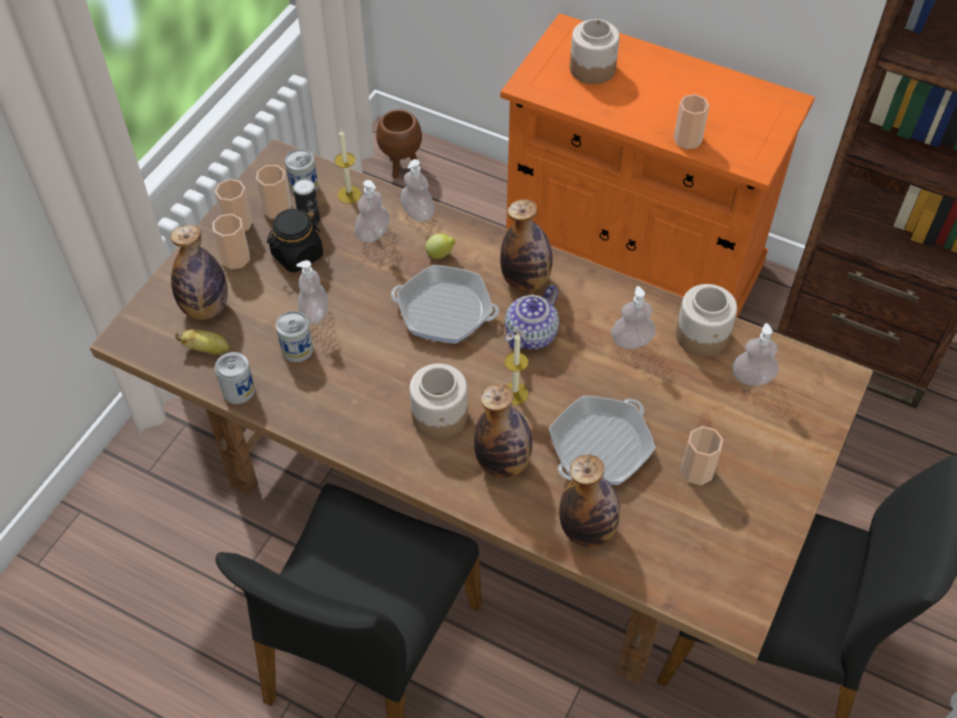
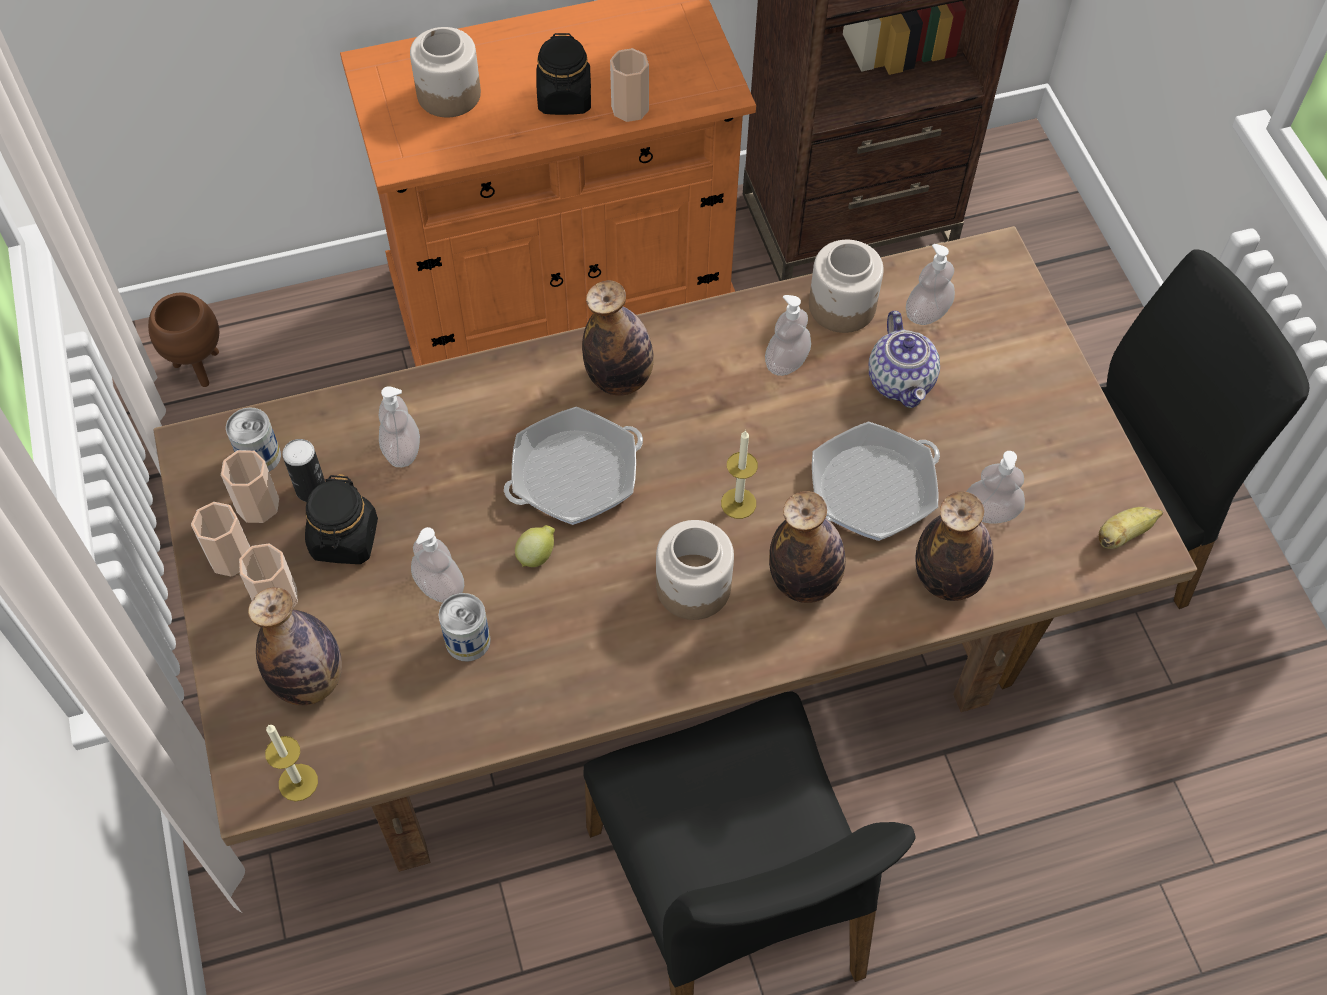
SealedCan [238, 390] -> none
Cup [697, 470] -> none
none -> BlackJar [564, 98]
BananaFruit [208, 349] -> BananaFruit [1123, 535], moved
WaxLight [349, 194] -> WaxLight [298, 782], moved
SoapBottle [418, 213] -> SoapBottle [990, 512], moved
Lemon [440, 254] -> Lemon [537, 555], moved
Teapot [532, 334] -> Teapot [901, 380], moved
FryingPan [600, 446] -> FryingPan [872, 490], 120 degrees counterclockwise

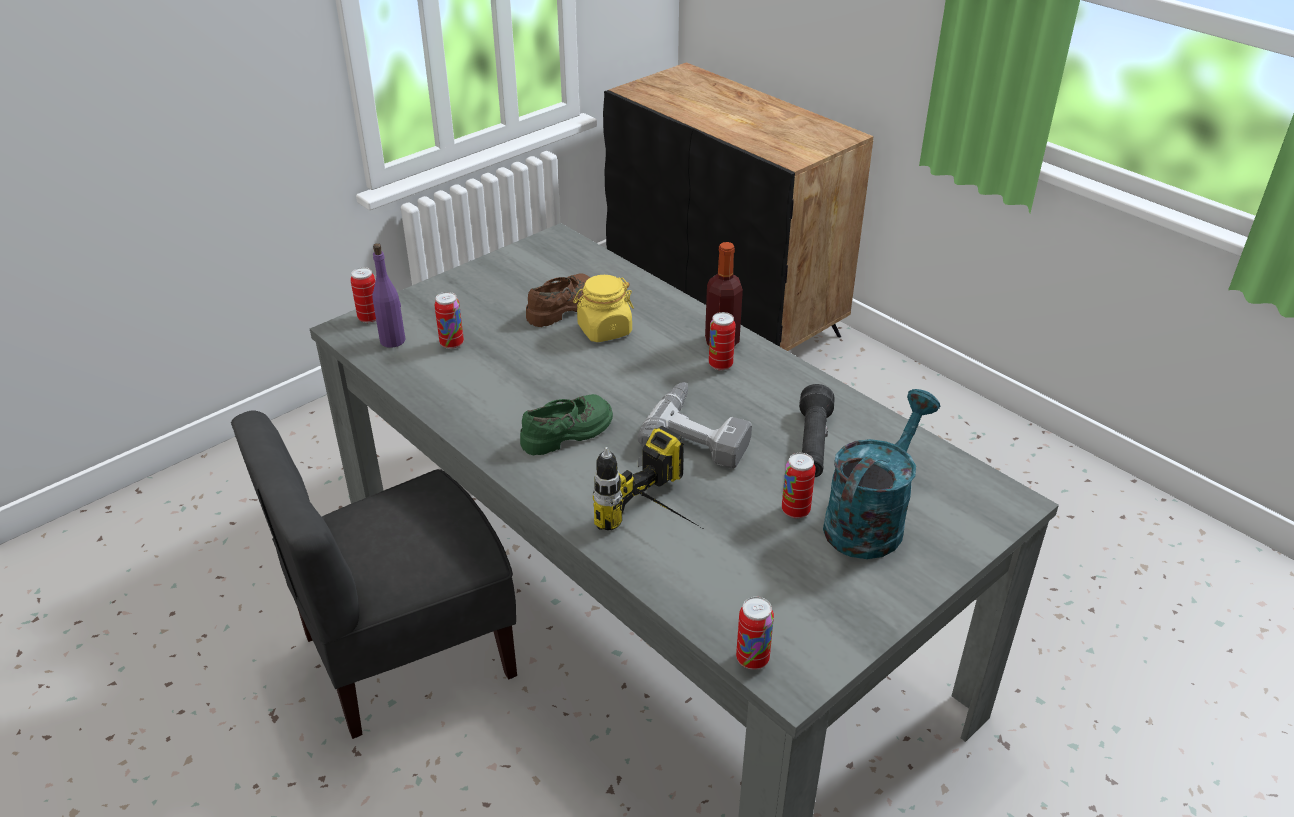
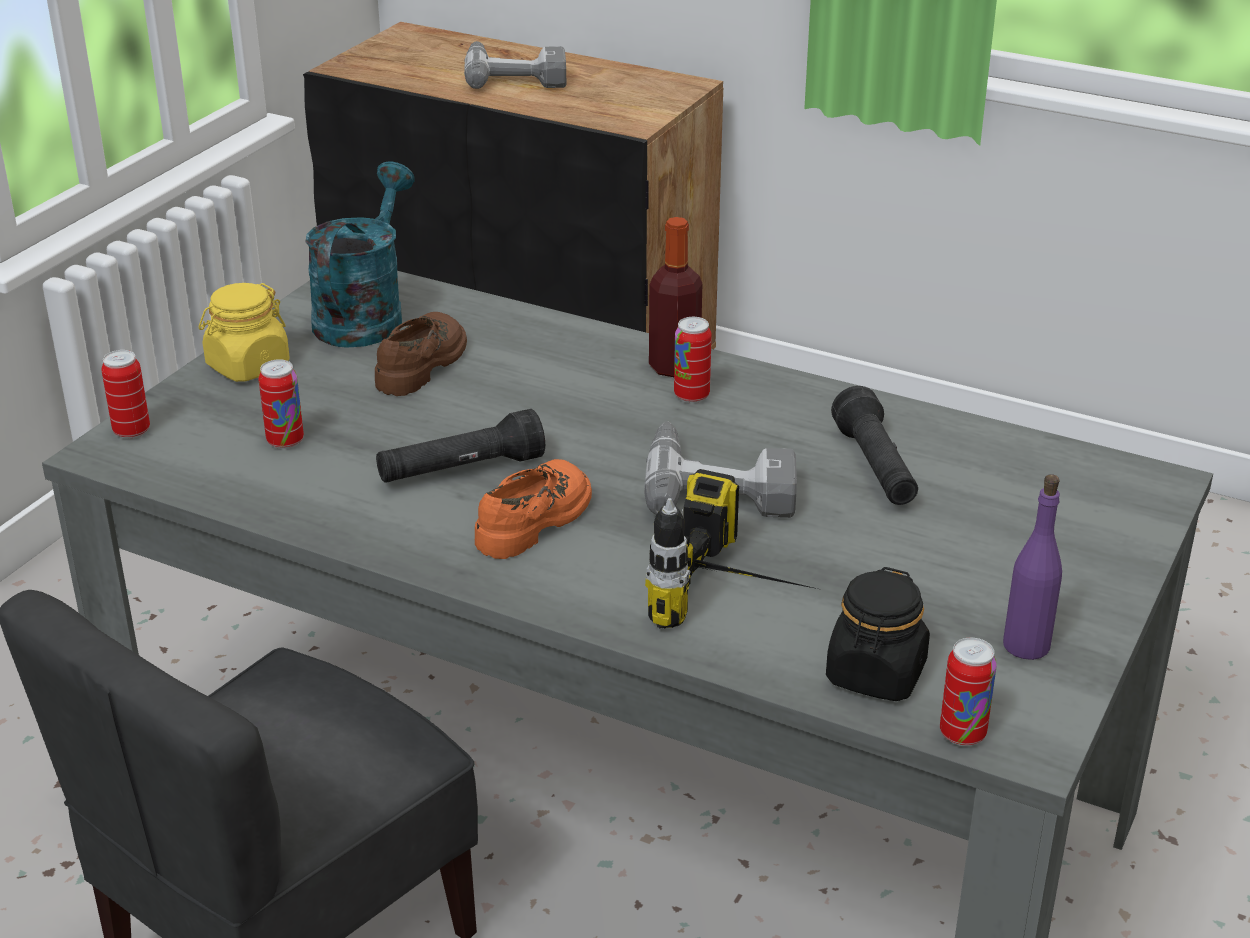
SealedCan [795, 511] -> none
none -> BlackTorch [461, 470]
none -> ElectricDrill [515, 74]
none -> BlackJar [875, 674]
PurpleBeverageBottle [393, 340] -> PurpleBeverageBottle [1026, 645], moved
YellowishJar [604, 330] -> YellowishJar [247, 366], moved
TurquoiseWateringCan [870, 519] -> TurquoiseWateringCan [364, 315], moved
GreenLowShoe [568, 432] -> OrangeLowShoe [535, 520]

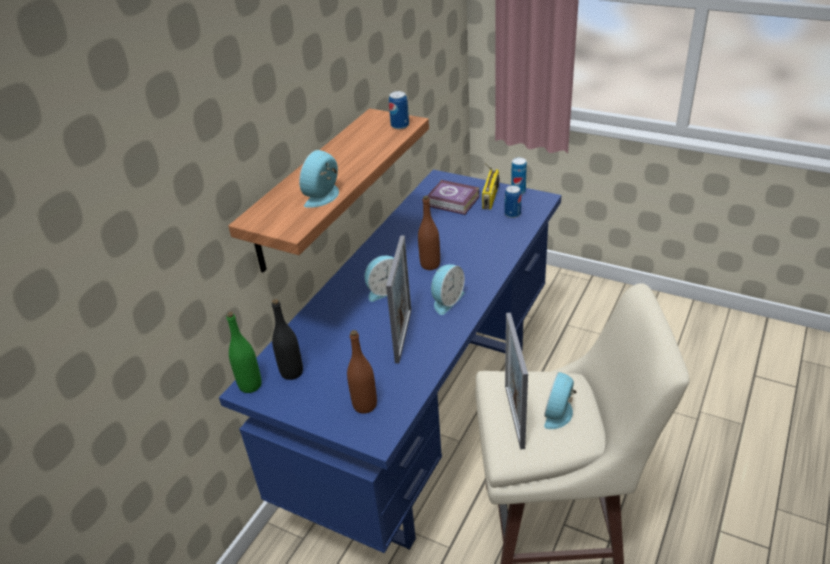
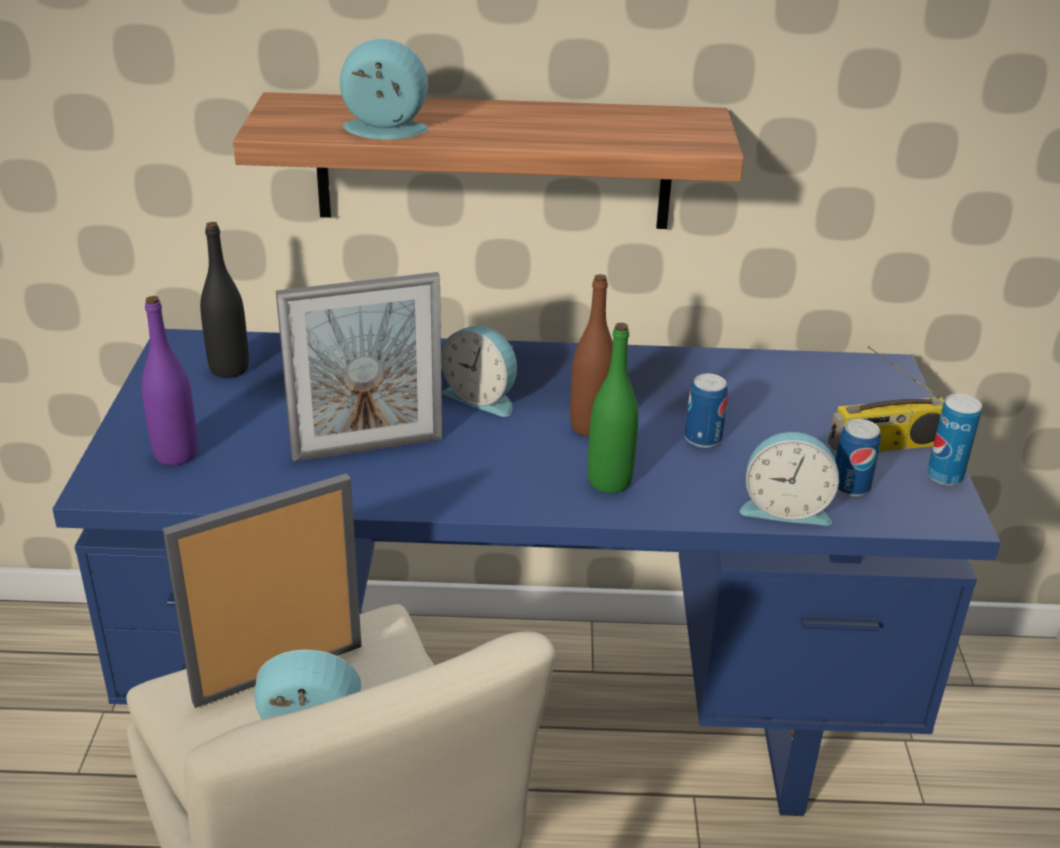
Volume [453, 202] -> none
GreenBeverageBottle [250, 385] -> GreenBeverageBottle [609, 481], moved
SealedCan [400, 125] -> SealedCan [703, 439], moved
AlarmClock [446, 300] -> AlarmClock [785, 508], moved
BrownishBeverageBottle [365, 405] -> PurpleBeverageBottle [176, 454]

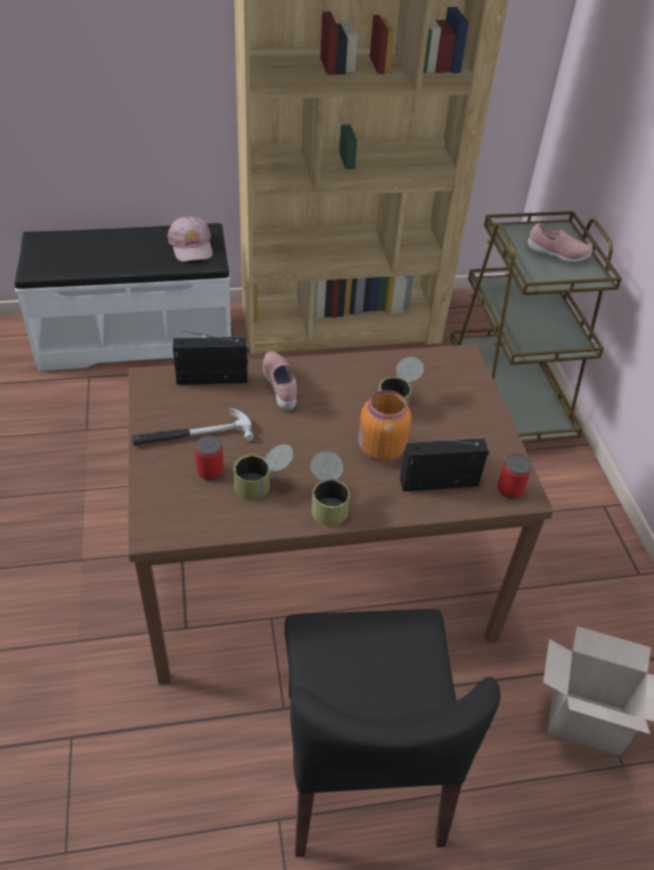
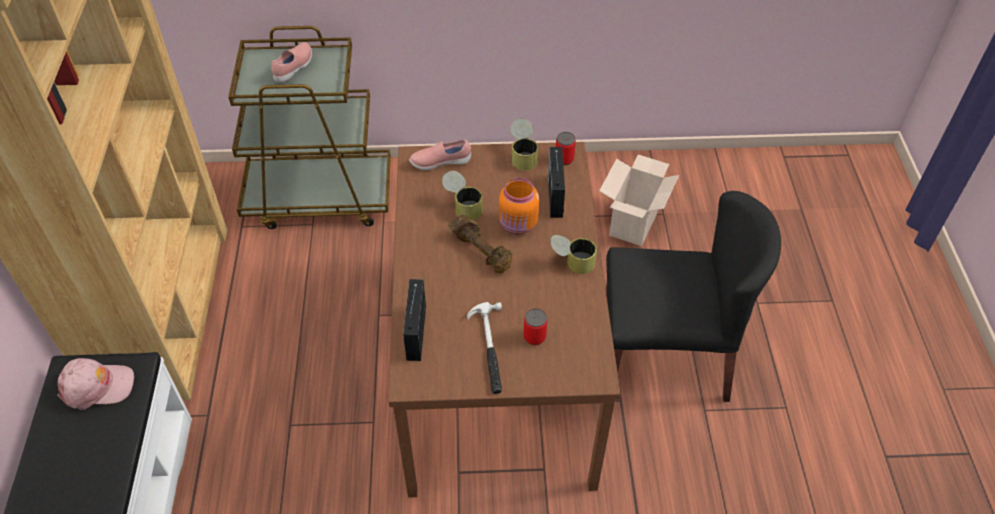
none -> BrownishFreeWeight [482, 251]
SealedCan [263, 484] -> SealedCan [523, 155], moved
PinkColouredLowShoe [281, 387] -> PinkColouredLowShoe [440, 162], moved

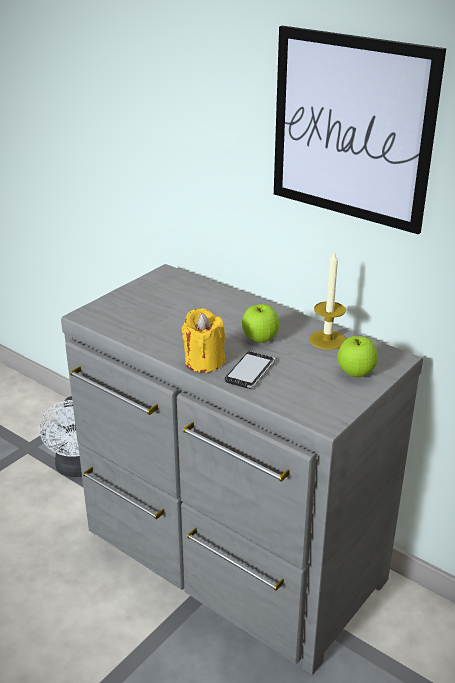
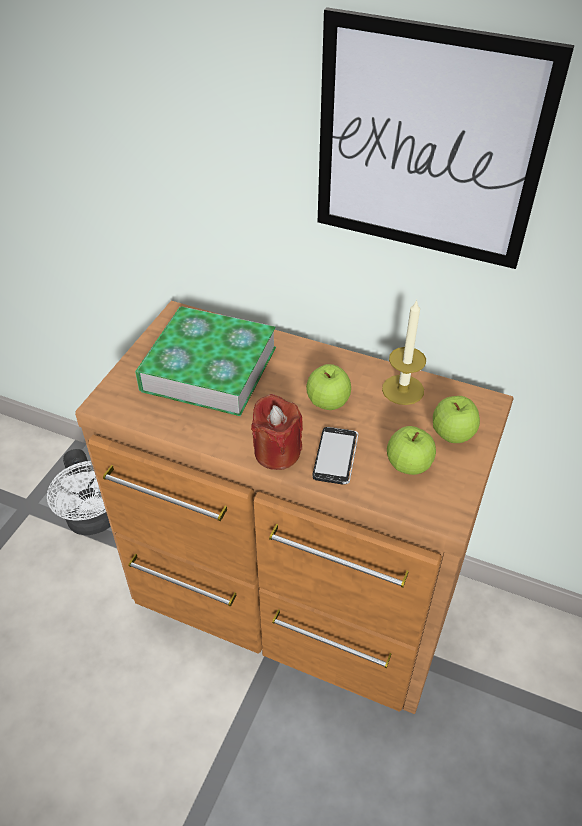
none -> Volume [209, 368]
none -> Apple [408, 466]
GreyishChestOfDrawers [230, 559] -> BrownishChestOfDrawers [293, 599]
YellowishWaxLight [204, 362] -> RedWaxLight [277, 452]

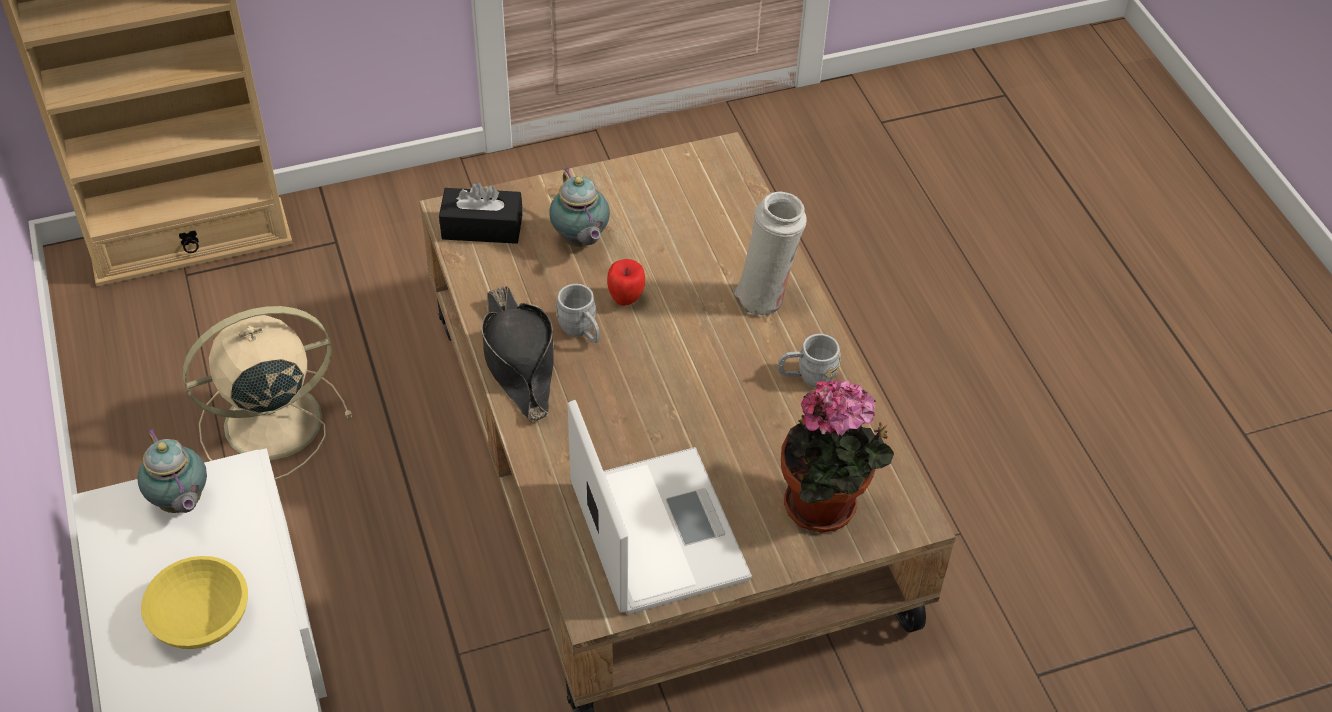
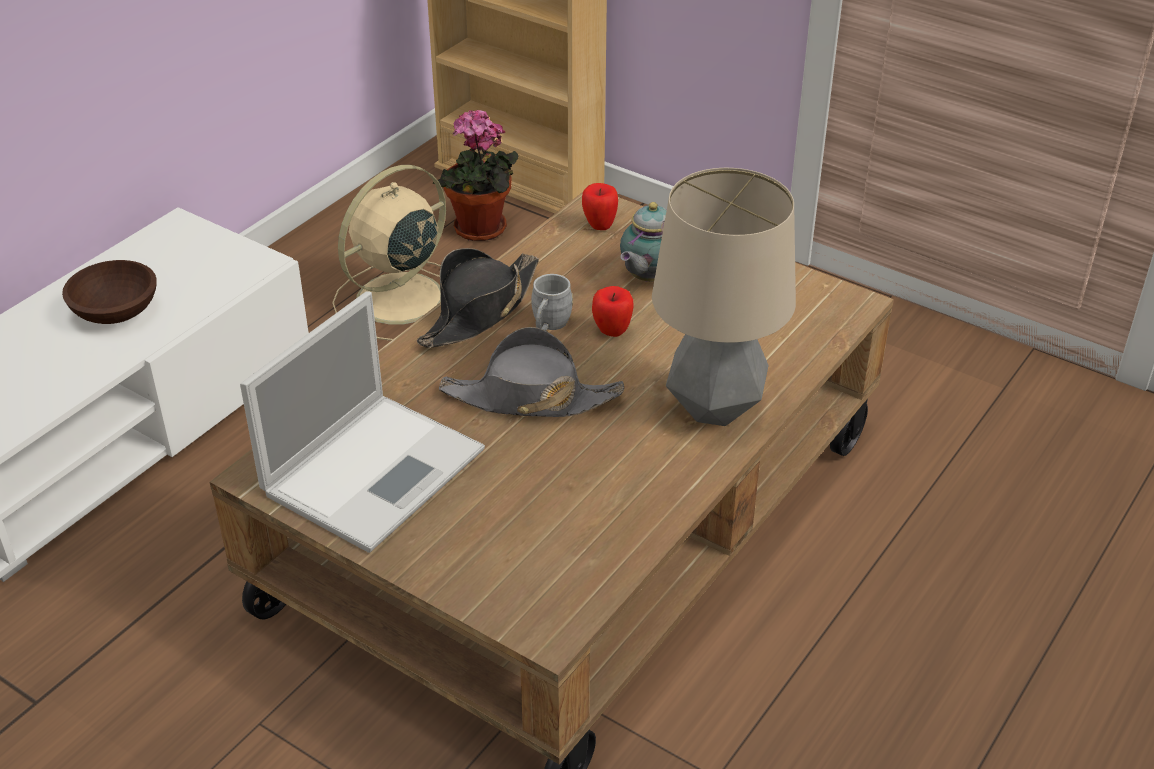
Teapot [181, 503] -> none
GreyishMug [807, 376] -> none
none -> GreyishClothingHat [530, 398]
PlantInAPot [826, 508] -> PlantInAPot [480, 231], moved
BlackBoxOfTissues [482, 227] -> Apple [599, 226]
WhitishDecorativeVase [765, 297] -> TabletopLamp [714, 407]
YellowishServingBowl [200, 620] -> BrownishServingBowl [114, 312]
BeigeCoolingFan [268, 423] -> BeigeCoolingFan [396, 300], 75 degrees counterclockwise

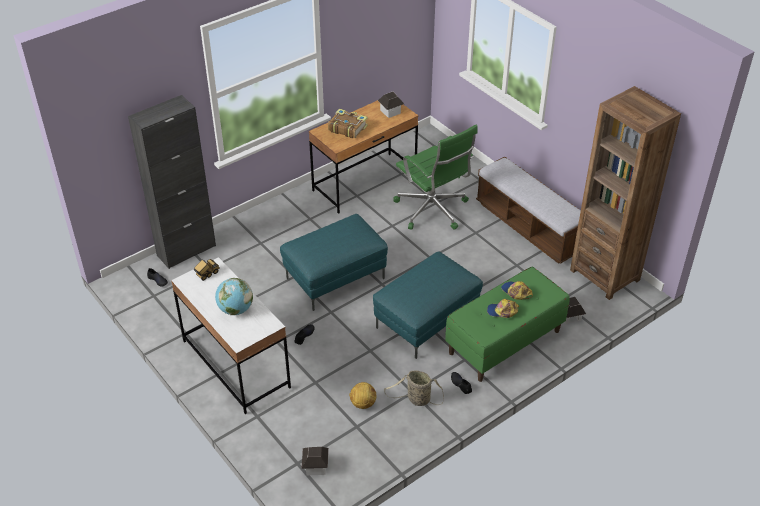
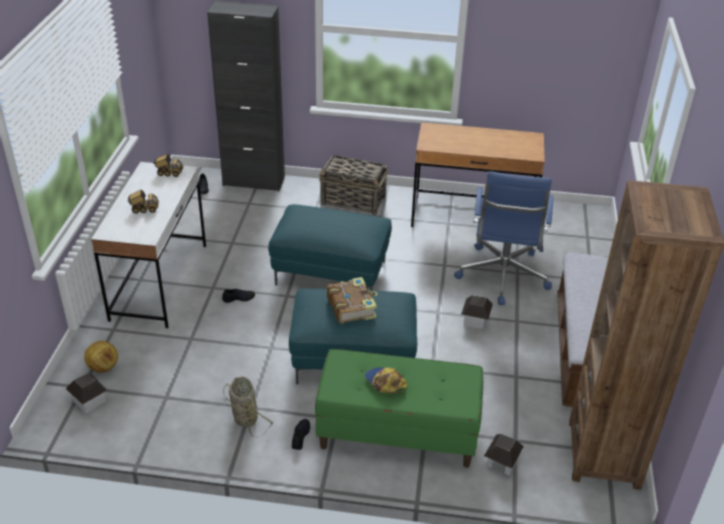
Cap [516, 292] -> none
none -> StorageBasket [354, 201]
Volume [347, 128] -> Volume [351, 306], moved
BallForFootball [363, 404] -> BallForFootball [103, 368], moved
MiniatureHouse [390, 111] -> MiniatureHouse [475, 320], moved
Globe [235, 309] -> ToyTruck [144, 209]
GreenComputerChair [433, 210] -> BluishComputerChair [502, 276]

